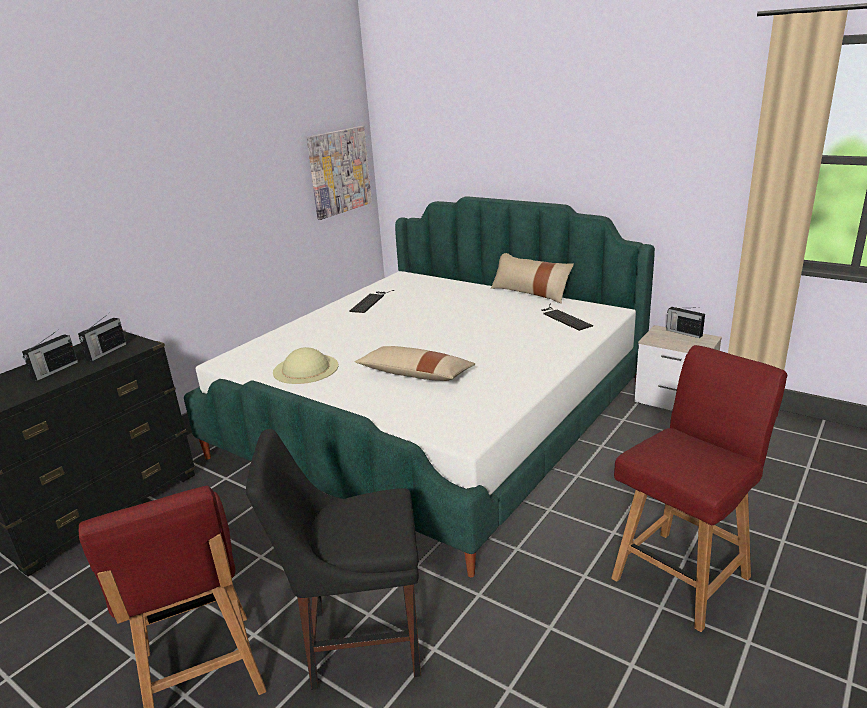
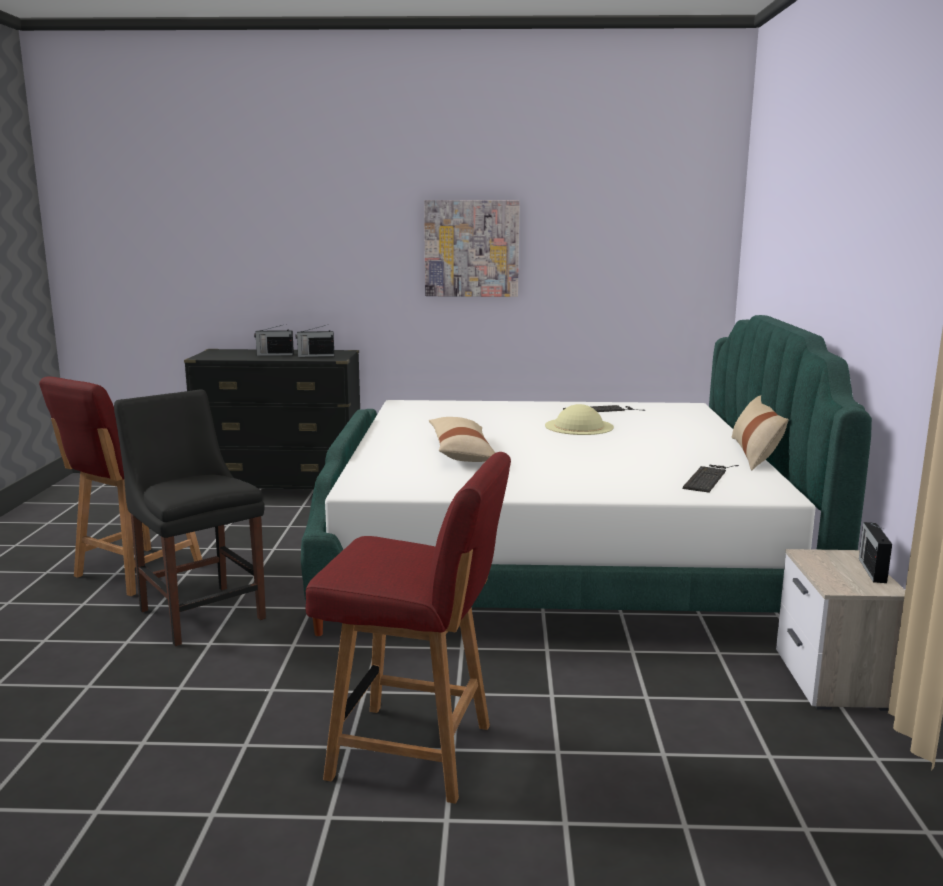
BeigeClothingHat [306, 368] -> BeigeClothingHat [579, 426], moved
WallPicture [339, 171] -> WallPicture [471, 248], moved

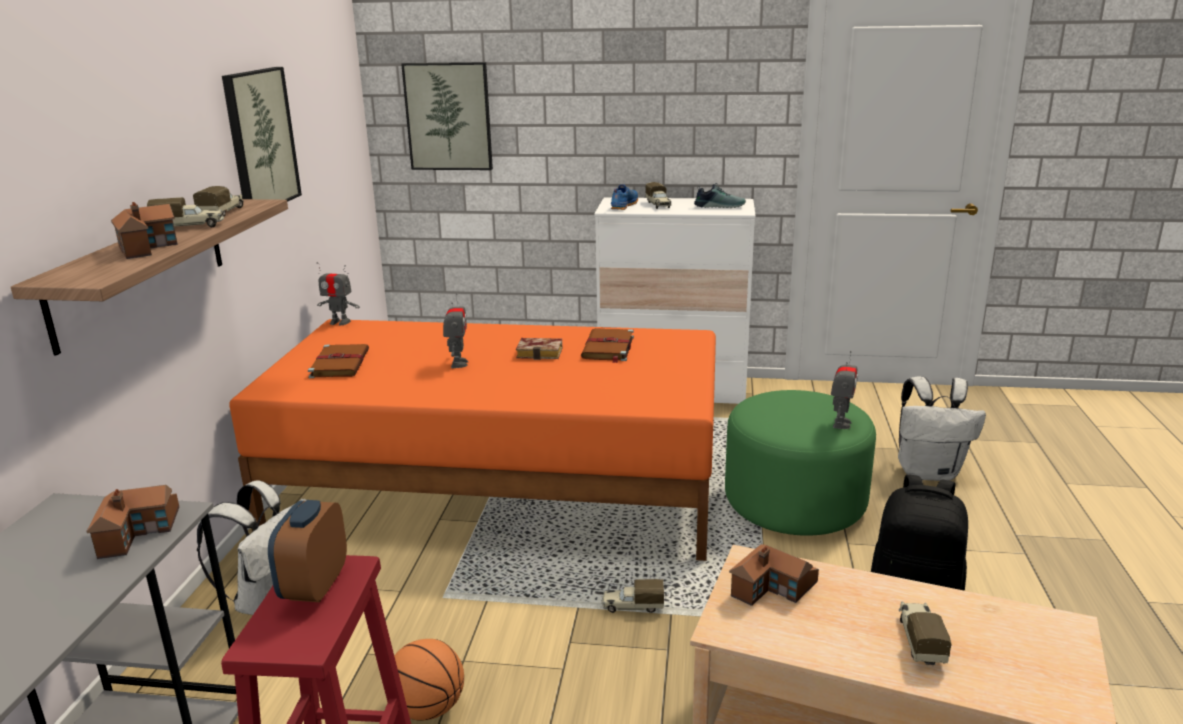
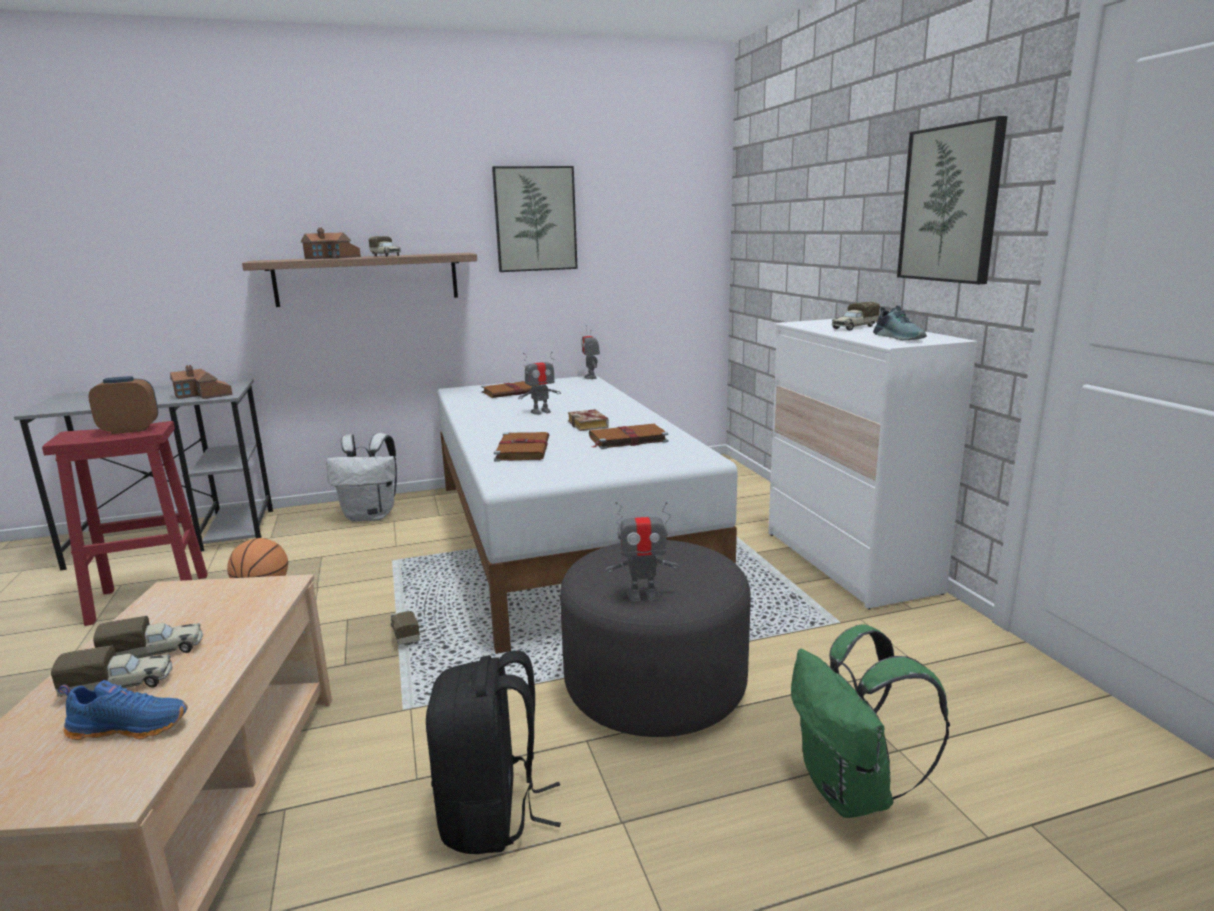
MiniatureHouse [773, 588] -> none
none -> BrownishVolume [523, 449]
ToyTruck [222, 212] -> ToyTruck [155, 652], moved
WallPicture [448, 116] -> WallPicture [950, 204], moved
BluishLowShoe [623, 205] -> BluishLowShoe [131, 726], moved
OrangeSleepingBed [497, 485] -> WhitishSleepingBed [563, 536]
GreenFootrest [794, 502] -> GreyishFootrest [655, 686]
WhitishRucksack [929, 472] -> GreenRucksack [852, 792]

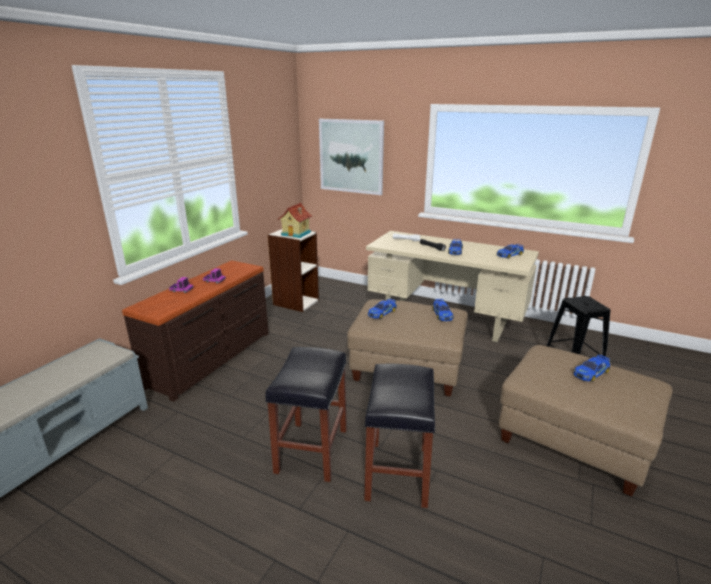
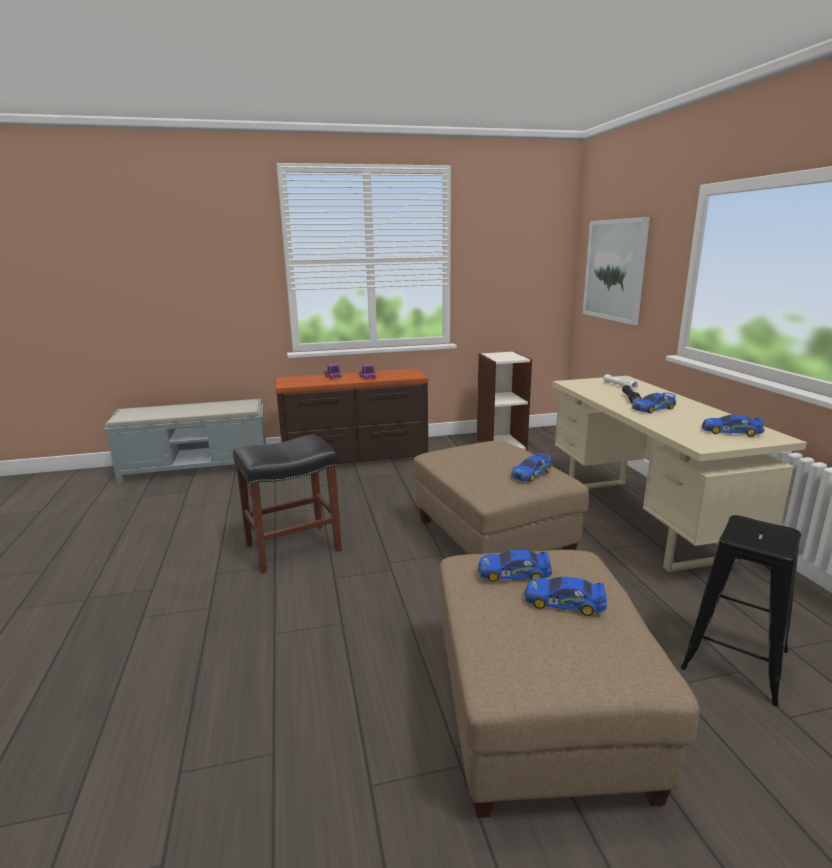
MiniatureHouse [296, 234] -> none
BlackSittingStool [398, 474] -> none
MiniatureCar [382, 312] -> MiniatureCar [513, 573], moved

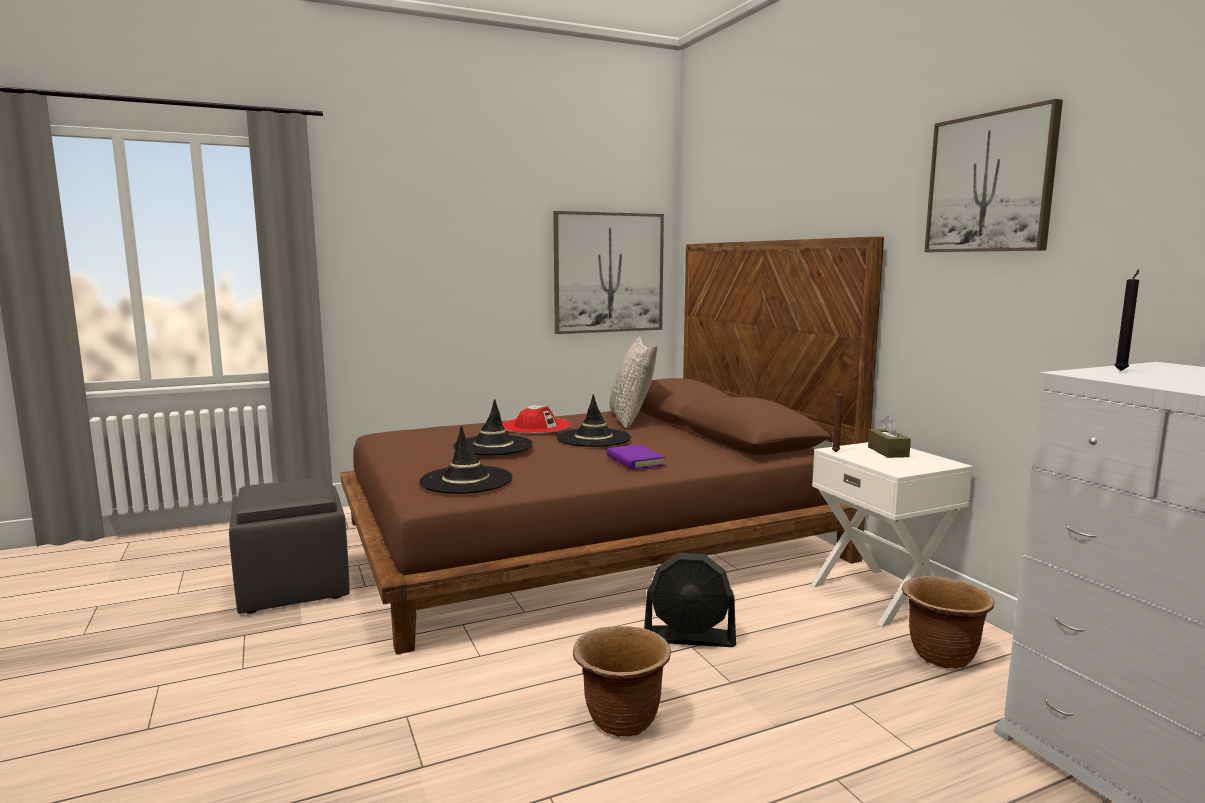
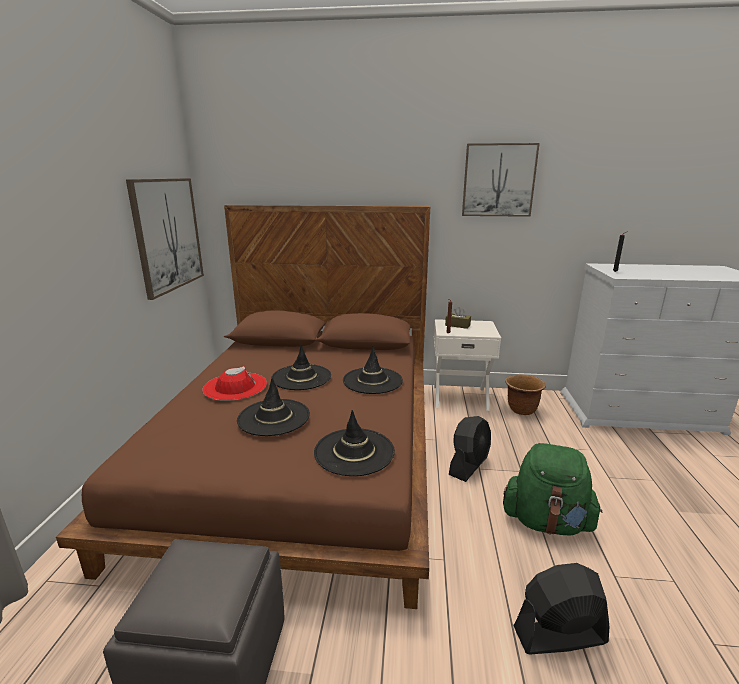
GreyishThrowPillow [631, 419] -> none
none -> BlackCoolingFan [559, 635]
BrownishFlowerPot [621, 720] -> GreenRucksack [546, 522]
PurpleVolume [635, 461] -> BlackClothingHat [372, 381]

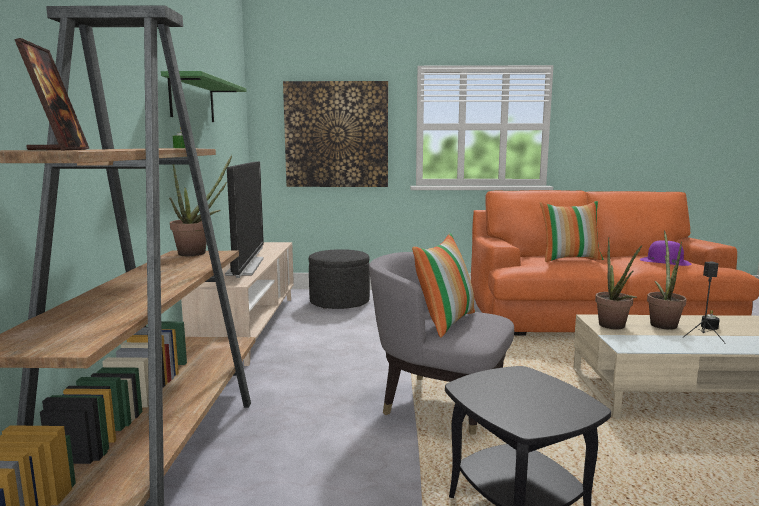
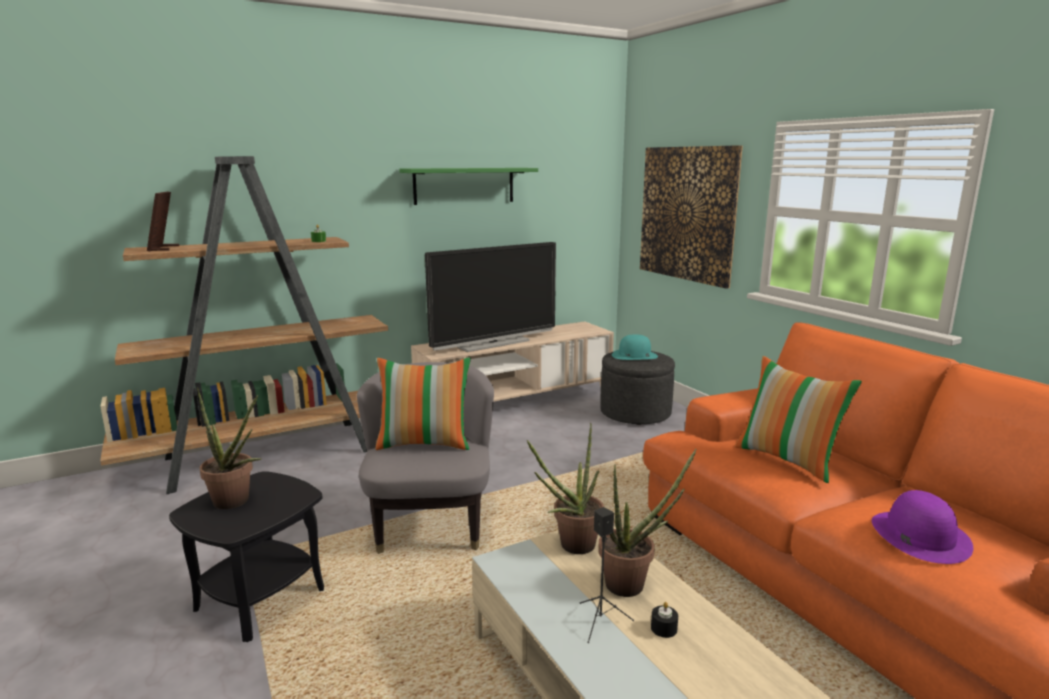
none -> TurquoiseClothingHat [634, 355]
PlantInAPot [198, 253] -> PlantInAPot [236, 503], moved
PhotoFrame [60, 150] -> PhotoFrame [163, 248], 120 degrees clockwise

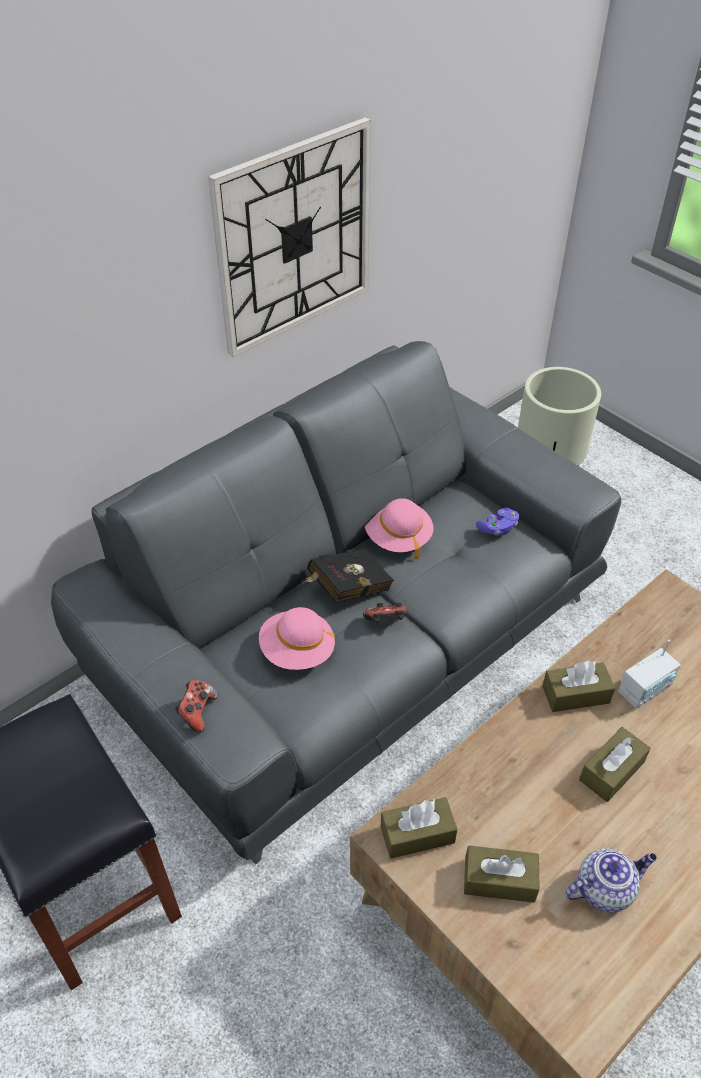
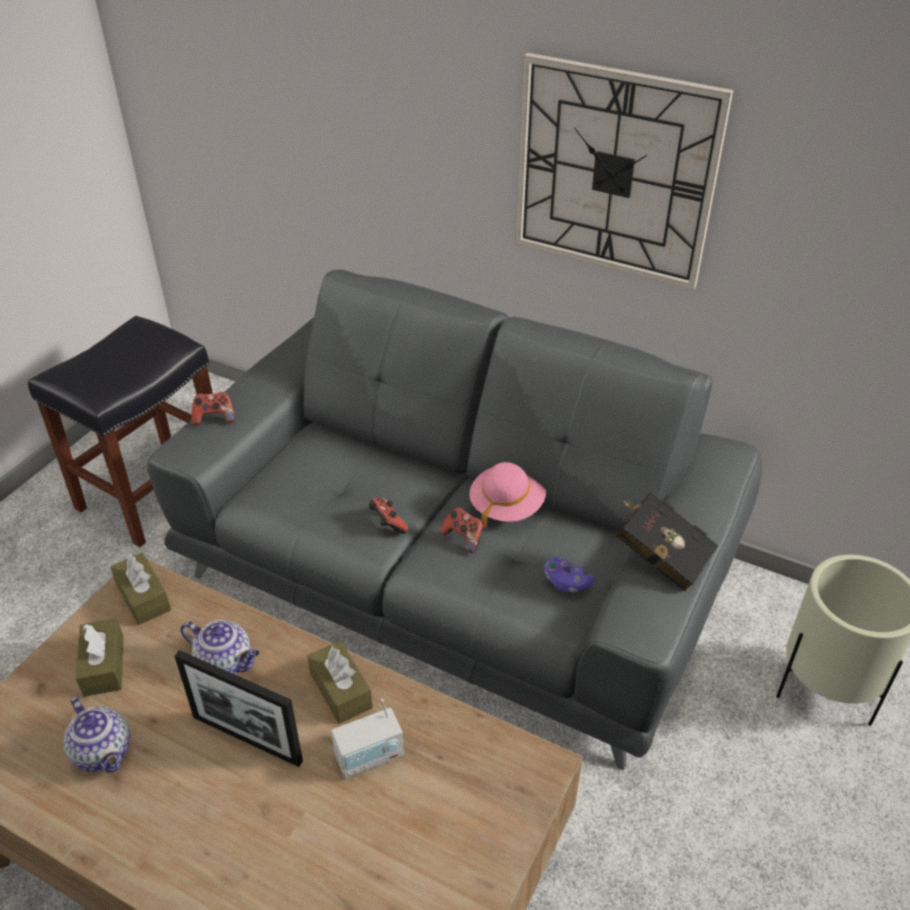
PinkColouredClothingHat [297, 651] -> none
none -> Teapot [226, 662]
none -> Joypad [463, 537]
BlackVolume [346, 589] -> BlackVolume [660, 555], moved
BrownishBoxOfTissues [611, 771] -> PhotoFrame [247, 739]
RadioSet [645, 690] -> RadioSet [370, 756], 60 degrees counterclockwise

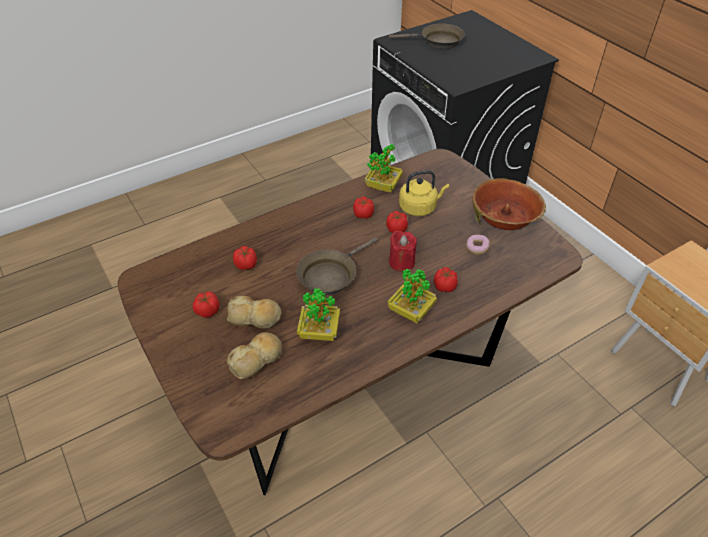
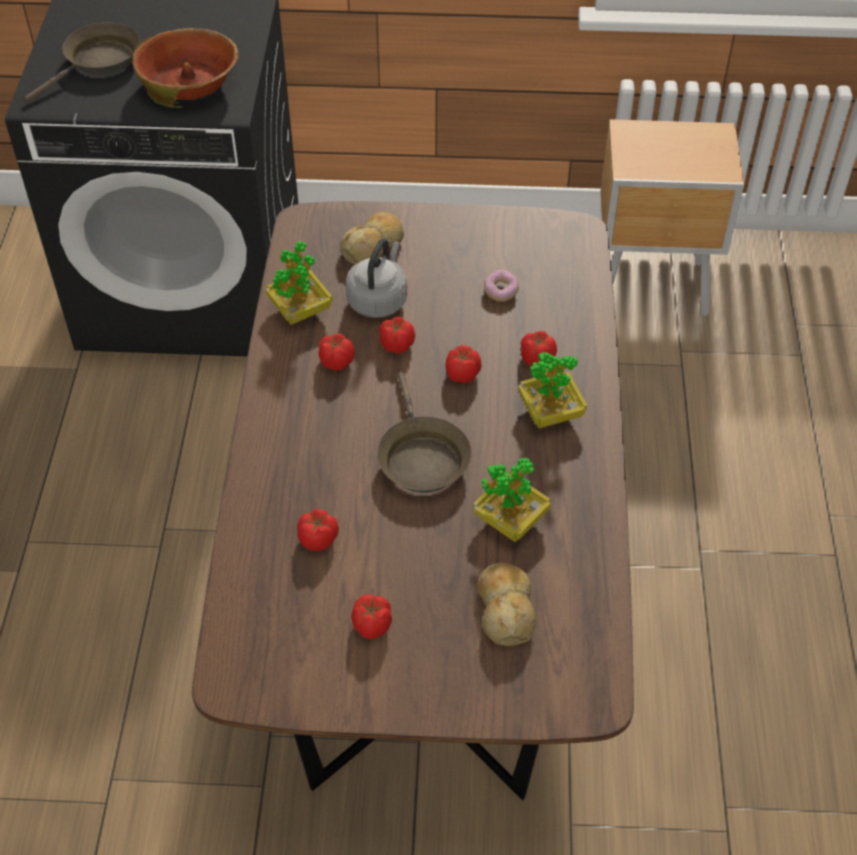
BakeryBread [255, 318] -> BakeryBread [374, 246], moved
ServingBowl [505, 217] -> ServingBowl [190, 83], moved
RedWaxLight [401, 262] -> FreshTomato [462, 374]
YellowishWaterKettle [419, 207] -> GreyishWaterKettle [378, 299]

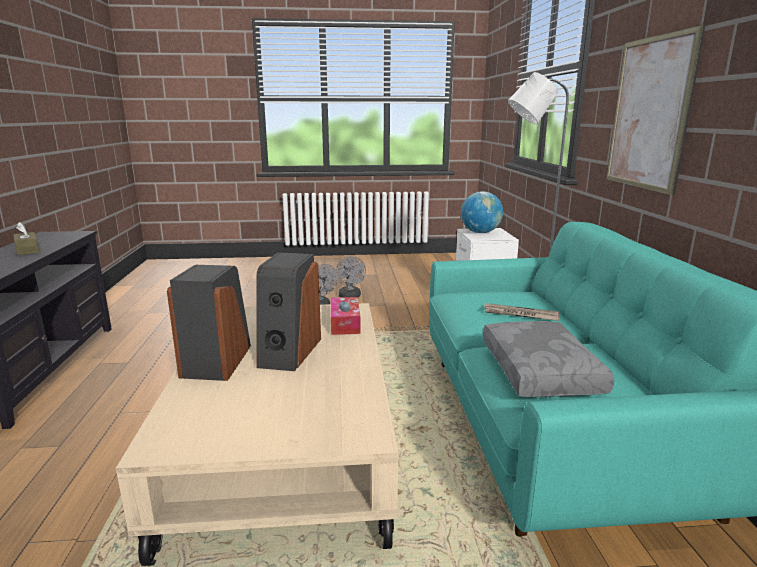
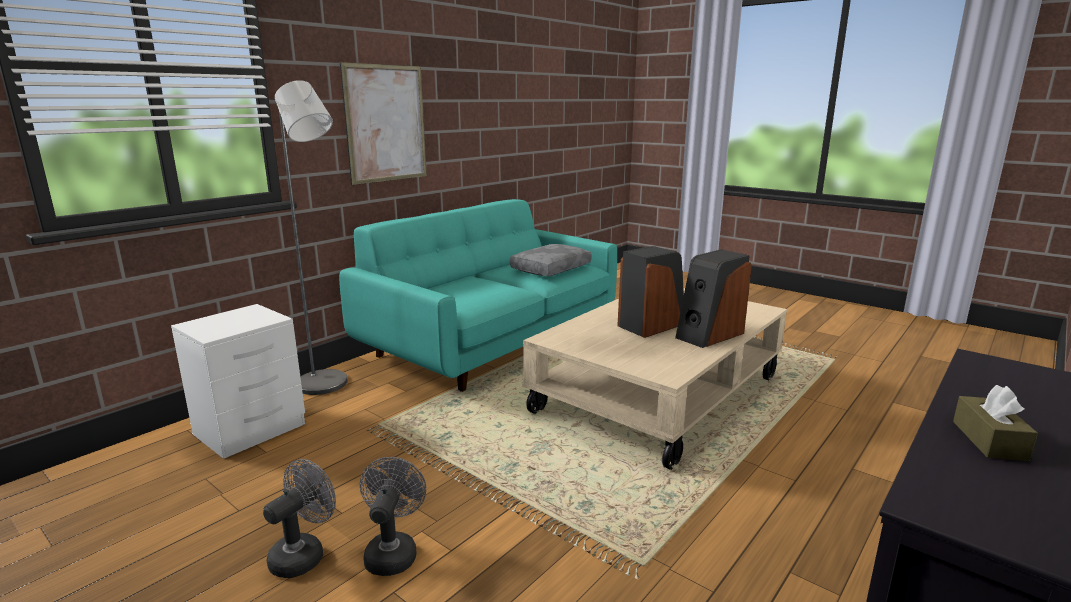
BoxOfTissues [345, 323] -> none
Globe [480, 232] -> none
DailyPaper [520, 314] -> none

